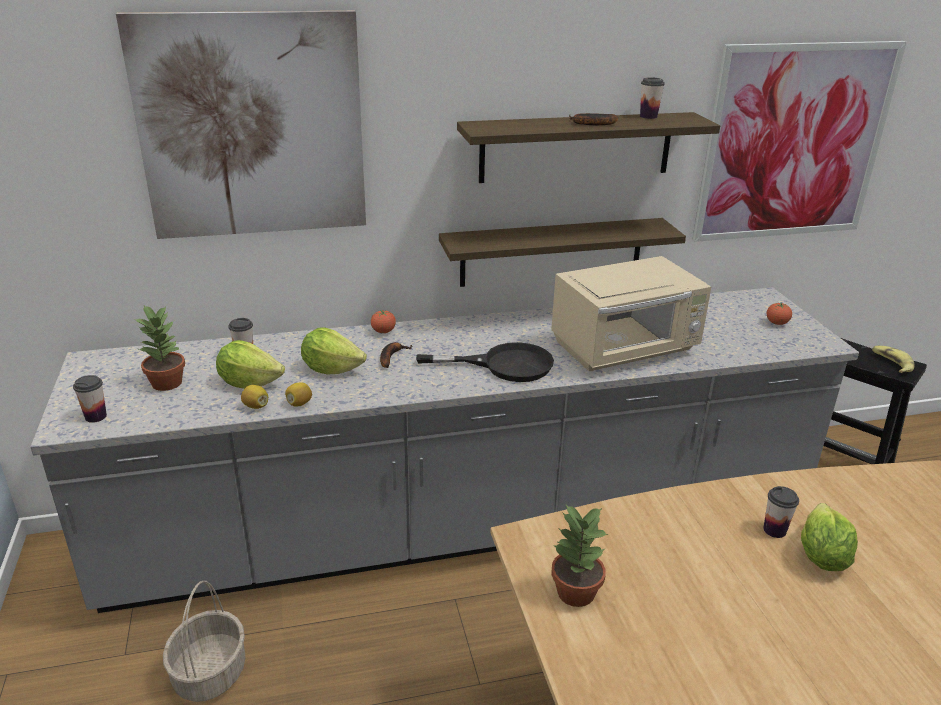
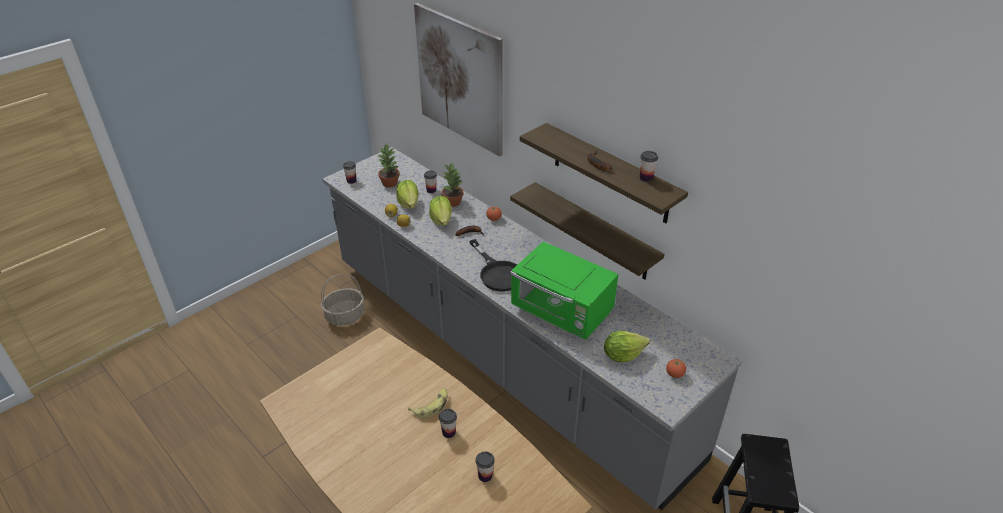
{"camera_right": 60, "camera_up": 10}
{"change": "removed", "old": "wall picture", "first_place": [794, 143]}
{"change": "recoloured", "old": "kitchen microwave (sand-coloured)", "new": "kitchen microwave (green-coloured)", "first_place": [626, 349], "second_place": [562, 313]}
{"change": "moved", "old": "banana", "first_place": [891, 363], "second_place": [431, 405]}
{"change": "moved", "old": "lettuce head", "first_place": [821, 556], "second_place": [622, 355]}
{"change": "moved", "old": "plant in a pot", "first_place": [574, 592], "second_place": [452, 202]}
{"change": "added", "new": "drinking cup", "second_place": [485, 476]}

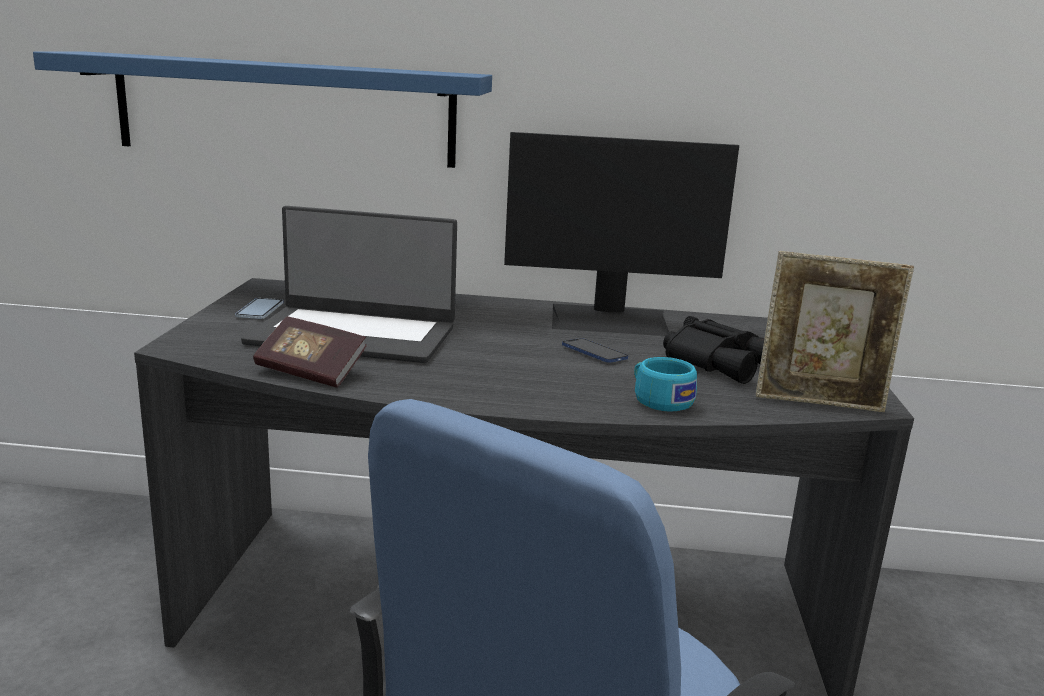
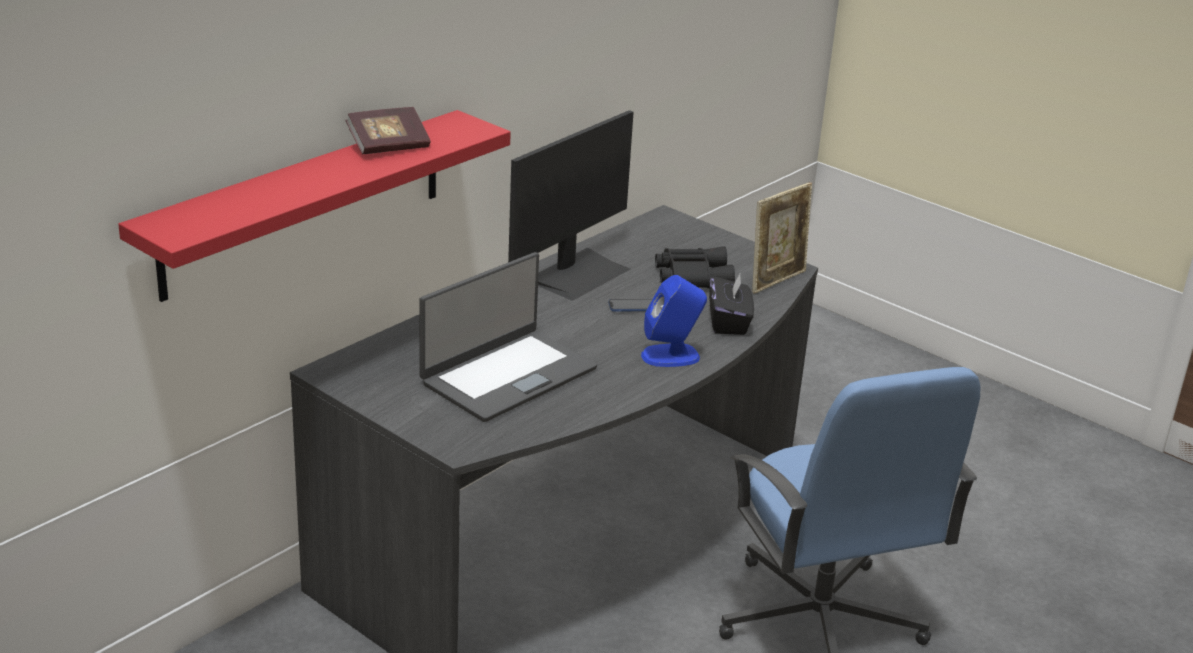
{"camera_right": -55, "camera_up": 10}
{"change": "recoloured", "old": "wall shelf (blue-coloured)", "new": "wall shelf (red-coloured)", "first_place": [285, 110], "second_place": [305, 203]}
{"change": "removed", "old": "phone", "first_place": [260, 310]}
{"change": "moved", "old": "bound book", "first_place": [311, 371], "second_place": [388, 146]}
{"change": "replaced", "old": "drinking cup (turquoise)", "new": "box of tissues (blackish)", "first_place": [658, 400], "second_place": [728, 322]}
{"change": "added", "new": "speaker (blue-coloured)", "second_place": [671, 356]}

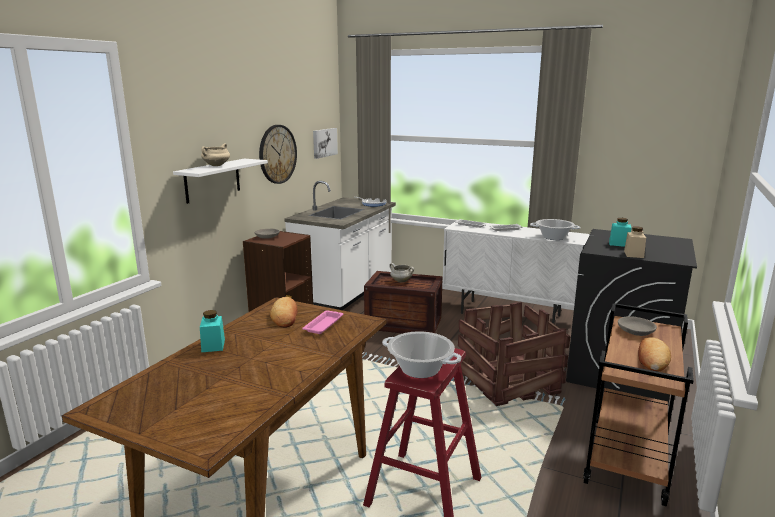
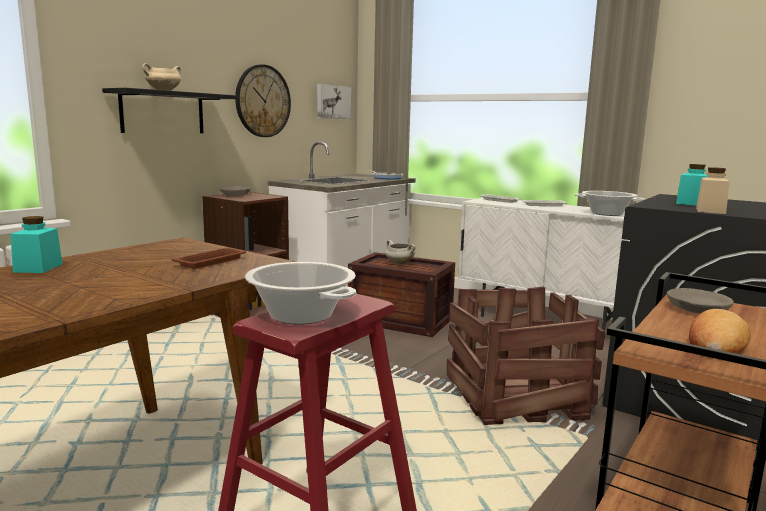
{"camera_right": 10, "camera_up": -5}
{"change": "recoloured", "old": "wall shelf (white-coloured)", "new": "wall shelf (blackish)", "first_place": [212, 180], "second_place": [163, 112]}
{"change": "removed", "old": "baked bread", "first_place": [285, 316]}
{"change": "recoloured", "old": "serving tray (pink)", "new": "serving tray (brownish)", "first_place": [324, 324], "second_place": [211, 261]}

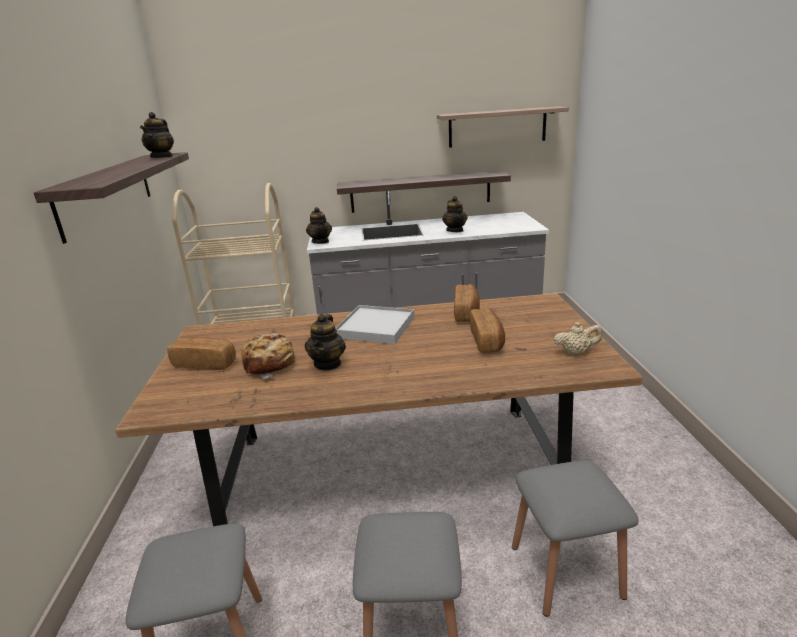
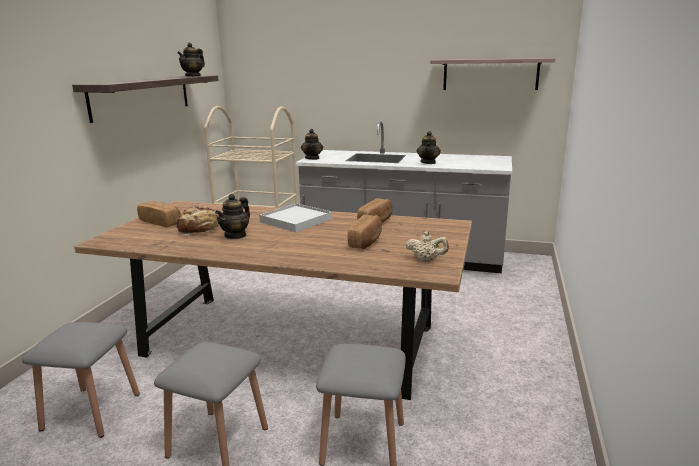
{"camera_right": 20, "camera_up": -5}
{"change": "removed", "old": "wall shelf", "first_place": [420, 191]}

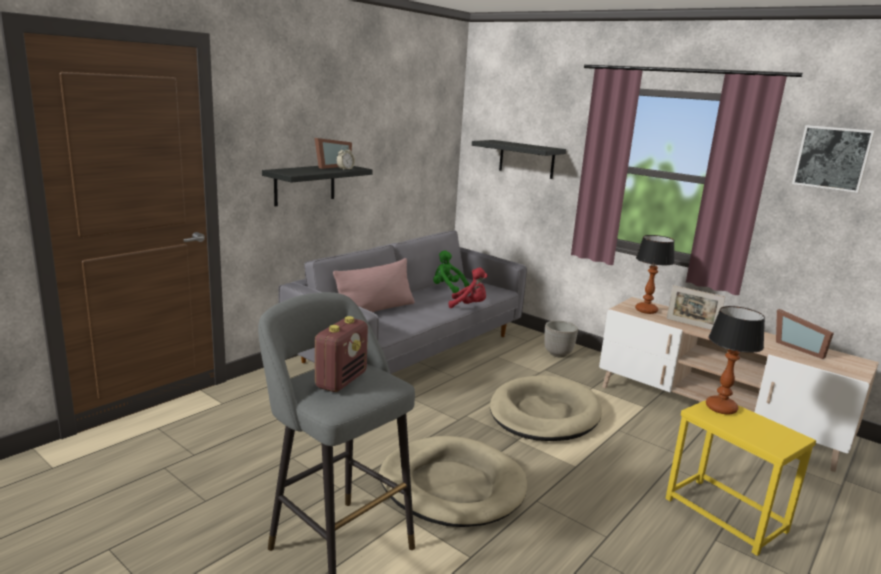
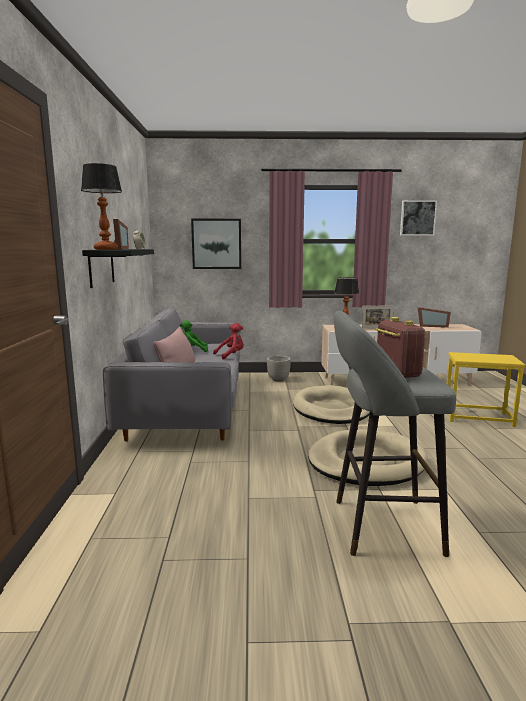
{"camera_right": -40, "camera_up": -5}
{"change": "replaced", "old": "wall shelf (blackish)", "new": "wall picture", "first_place": [526, 159], "second_place": [216, 244]}
{"change": "moved", "old": "tabletop lamp", "first_place": [720, 408], "second_place": [105, 249]}

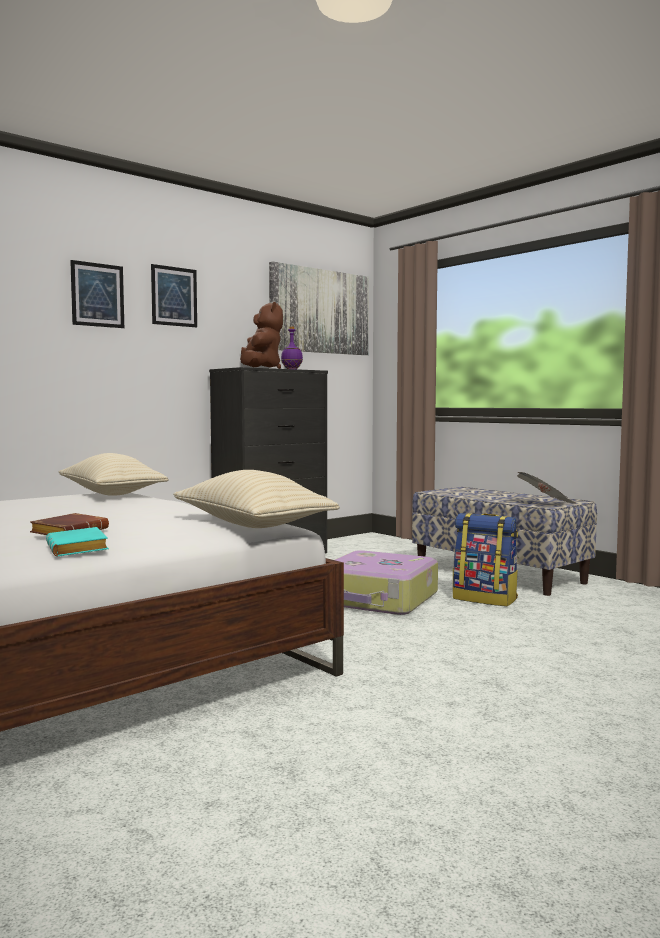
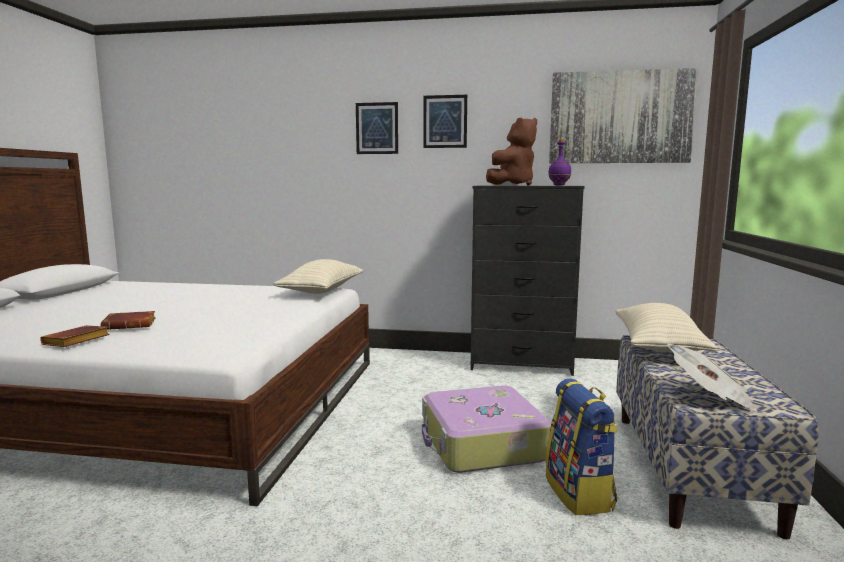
{"camera_right": 50, "camera_up": 5}
{"change": "moved", "old": "throw pillow (sand-coloured)", "first_place": [252, 525], "second_place": [658, 346]}
{"change": "recoloured", "old": "bound book (turquoise)", "new": "bound book (brownish)", "first_place": [79, 549], "second_place": [76, 342]}

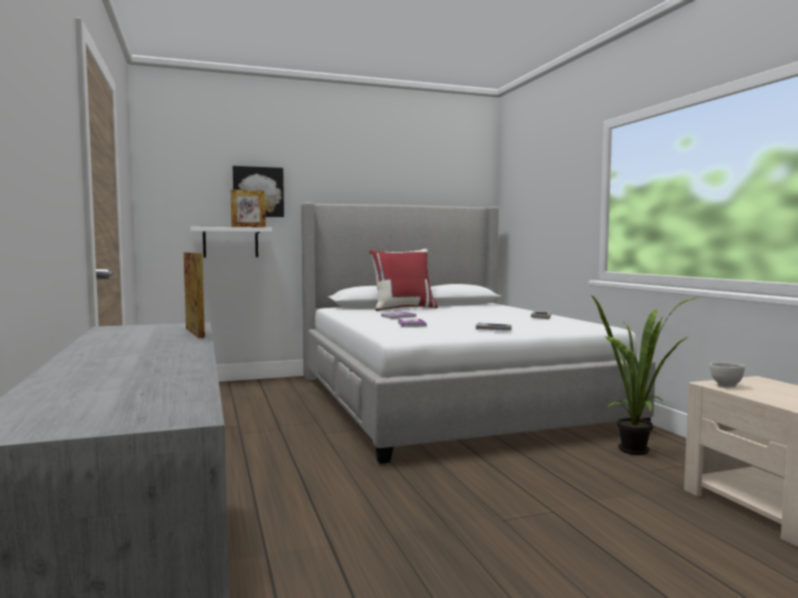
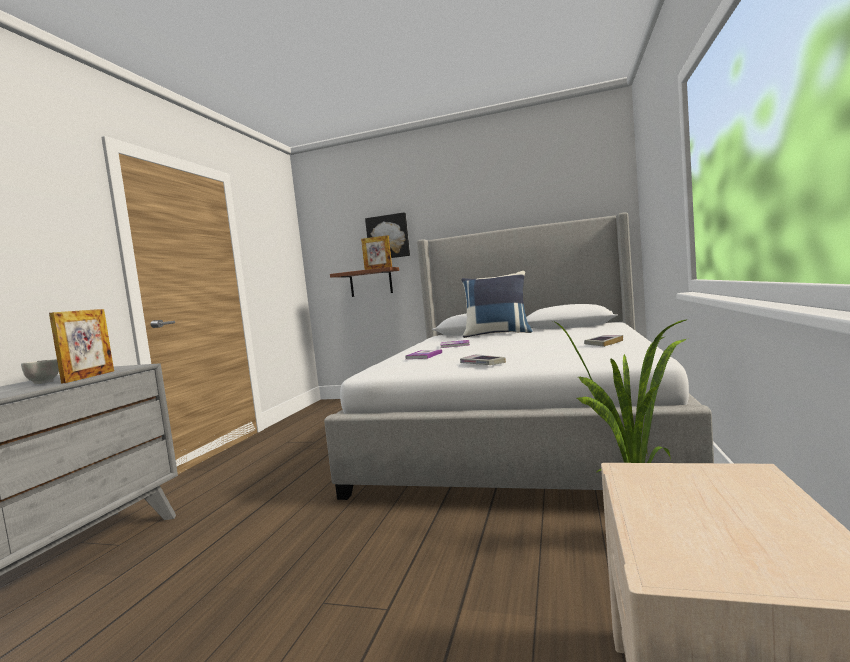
{"camera_right": 35, "camera_up": 0}
{"change": "recoloured", "old": "wall shelf (white-coloured)", "new": "wall shelf (brownish)", "first_place": [230, 242], "second_place": [371, 282]}
{"change": "recoloured", "old": "throw pillow (red-coloured)", "new": "throw pillow (blue-coloured)", "first_place": [403, 308], "second_place": [497, 334]}
{"change": "moved", "old": "bowl (white-coloured)", "first_place": [725, 386], "second_place": [44, 382]}

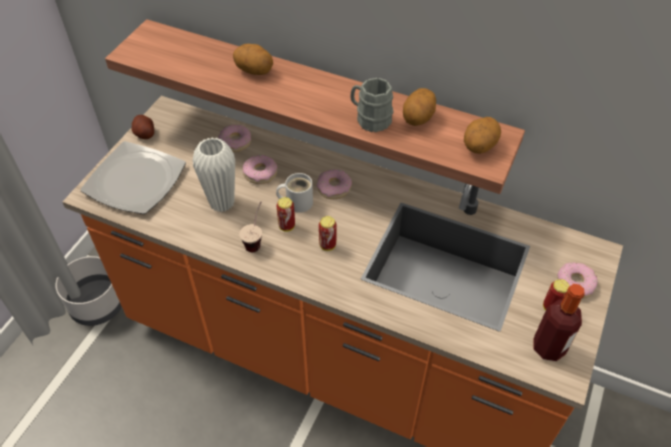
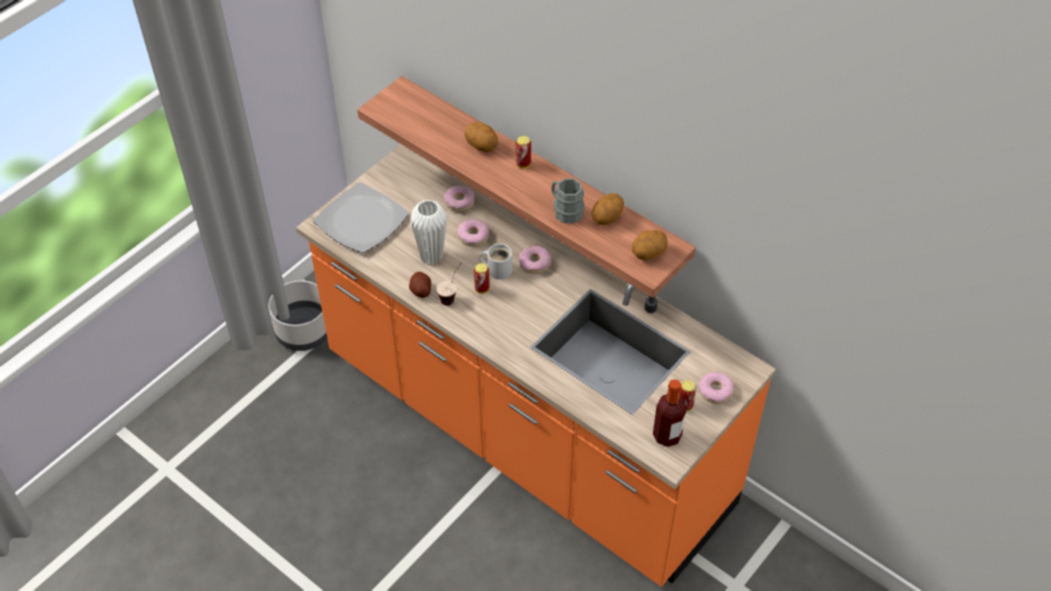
{"camera_right": 15, "camera_up": 0}
{"change": "moved", "old": "spud", "first_place": [145, 134], "second_place": [421, 290]}
{"change": "moved", "old": "metal can", "first_place": [327, 245], "second_place": [523, 164]}

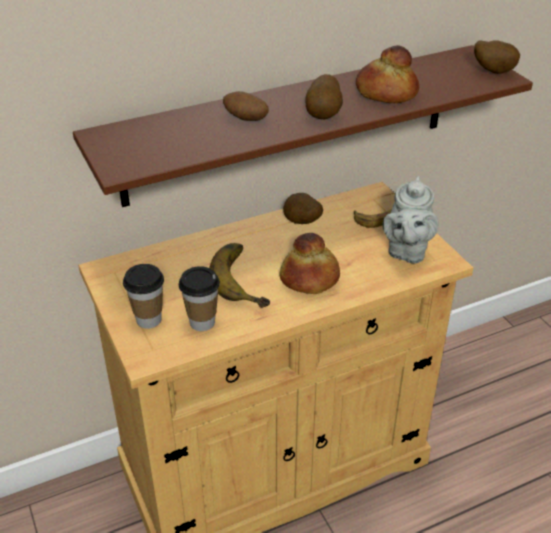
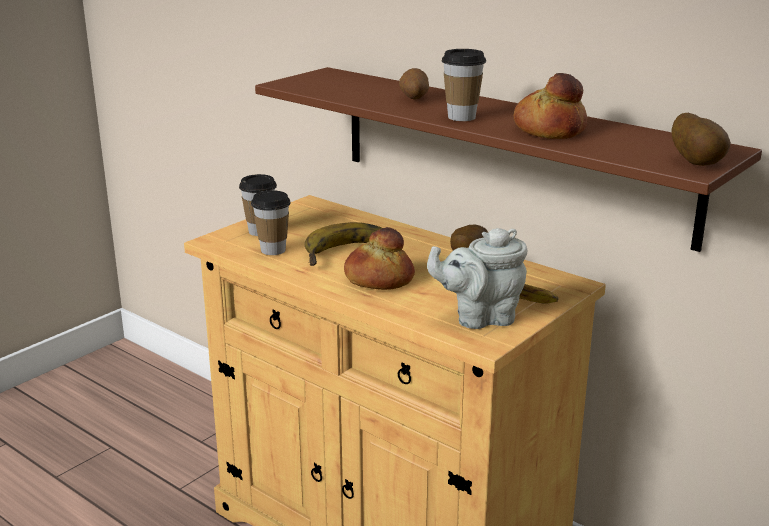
{"camera_right": 65, "camera_up": -15}
{"change": "replaced", "old": "spud", "new": "drinking cup", "first_place": [324, 115], "second_place": [461, 117]}

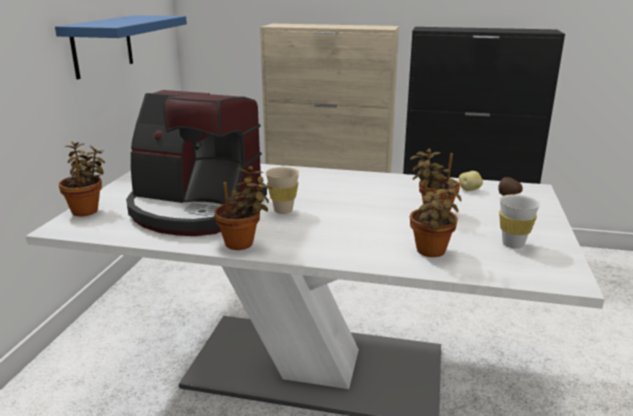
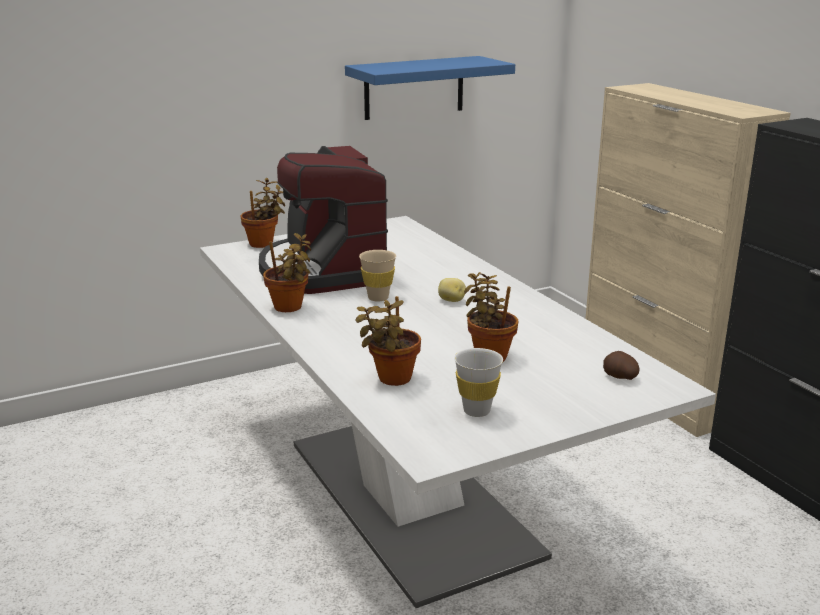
{"camera_right": 50, "camera_up": 0}
{"change": "moved", "old": "spud", "first_place": [469, 190], "second_place": [451, 300]}

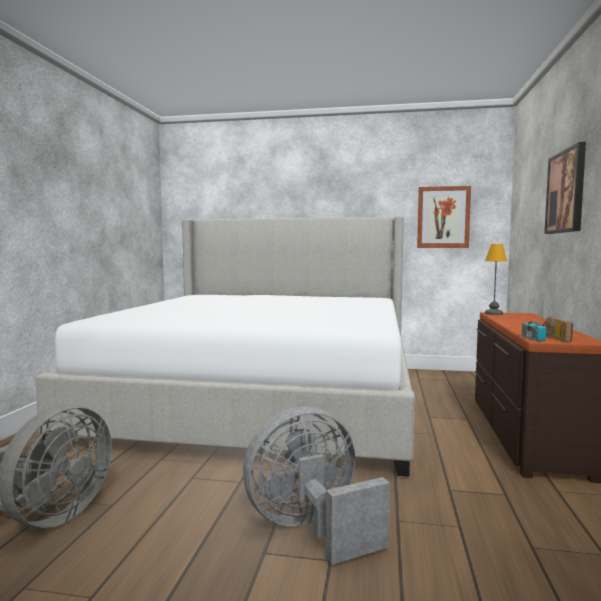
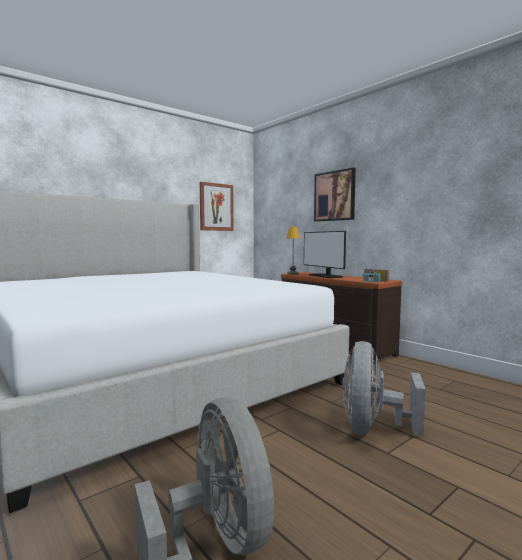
{"camera_right": -50, "camera_up": 0}
{"change": "added", "new": "monitor", "second_place": [325, 276]}

